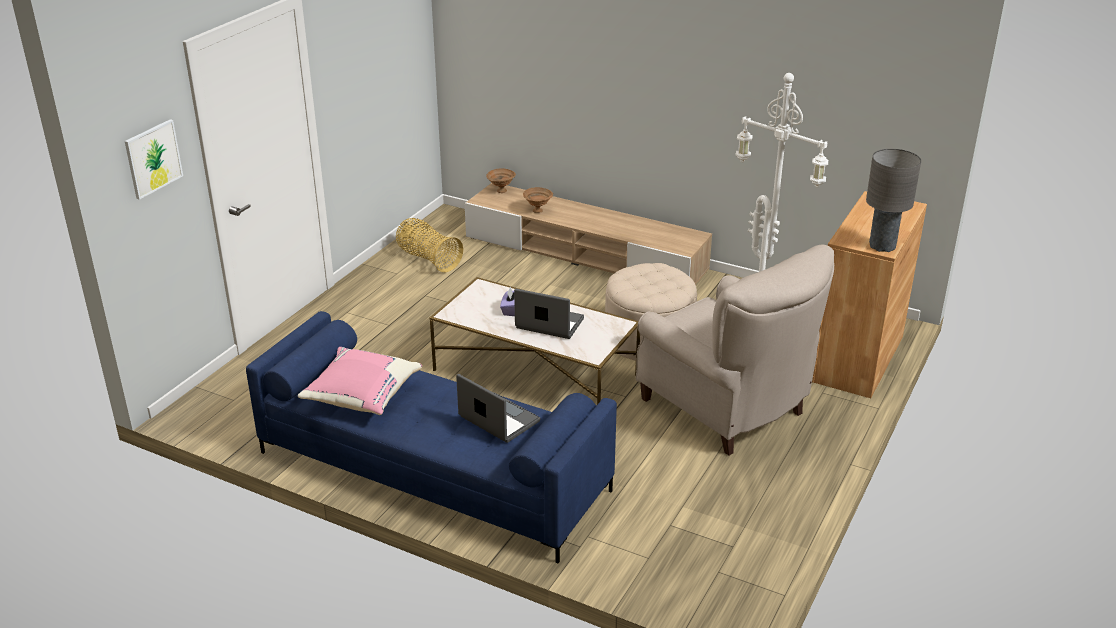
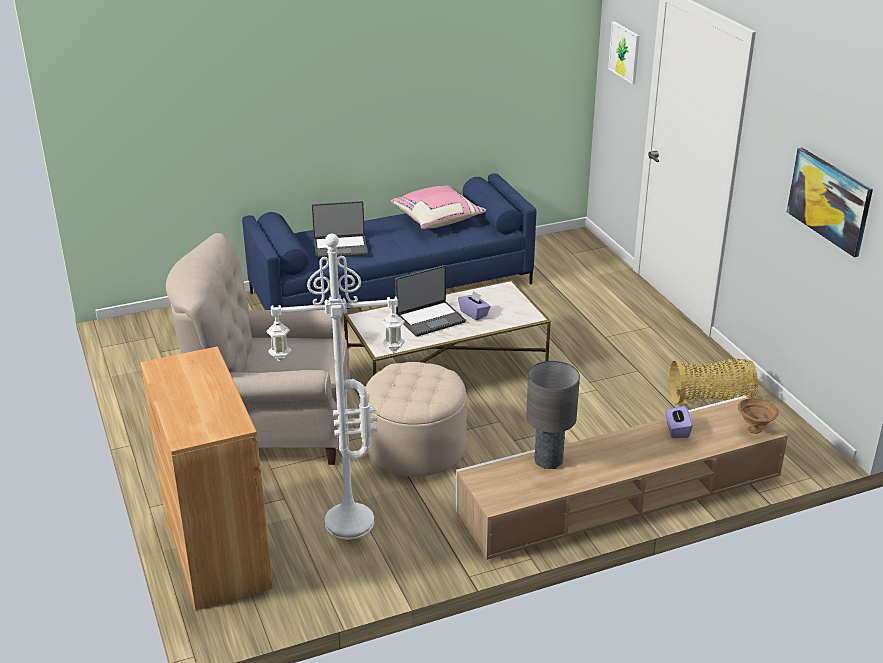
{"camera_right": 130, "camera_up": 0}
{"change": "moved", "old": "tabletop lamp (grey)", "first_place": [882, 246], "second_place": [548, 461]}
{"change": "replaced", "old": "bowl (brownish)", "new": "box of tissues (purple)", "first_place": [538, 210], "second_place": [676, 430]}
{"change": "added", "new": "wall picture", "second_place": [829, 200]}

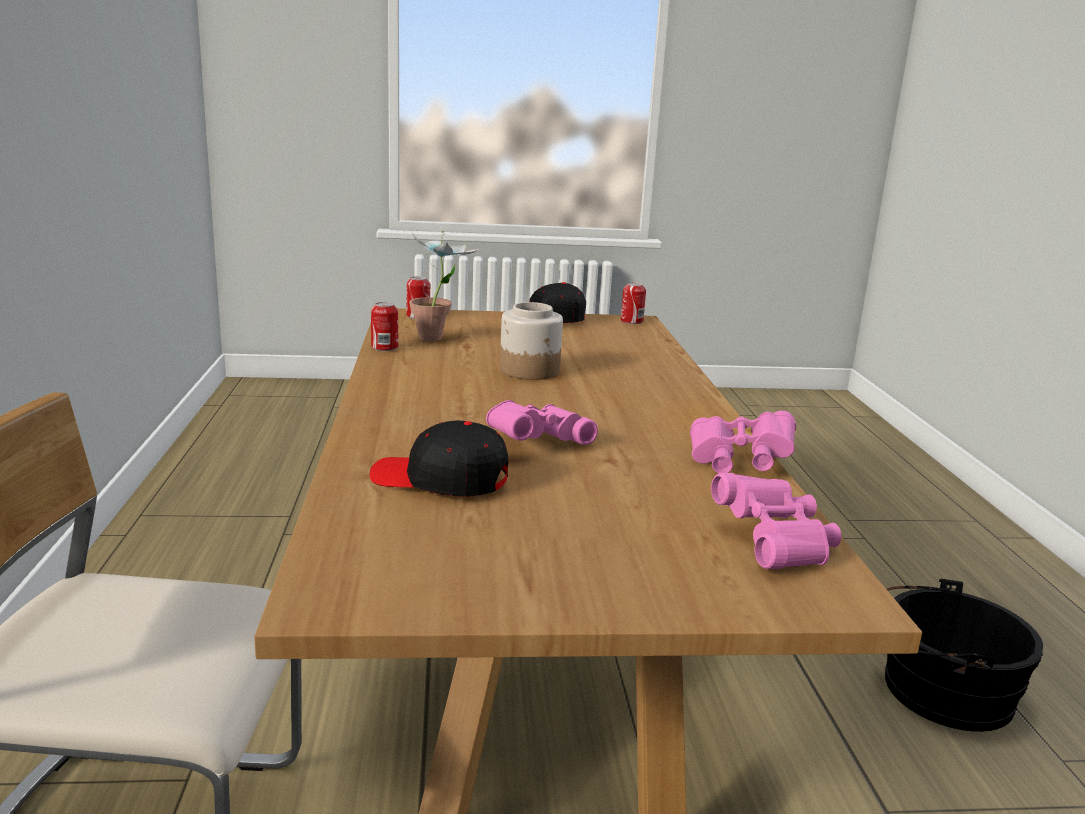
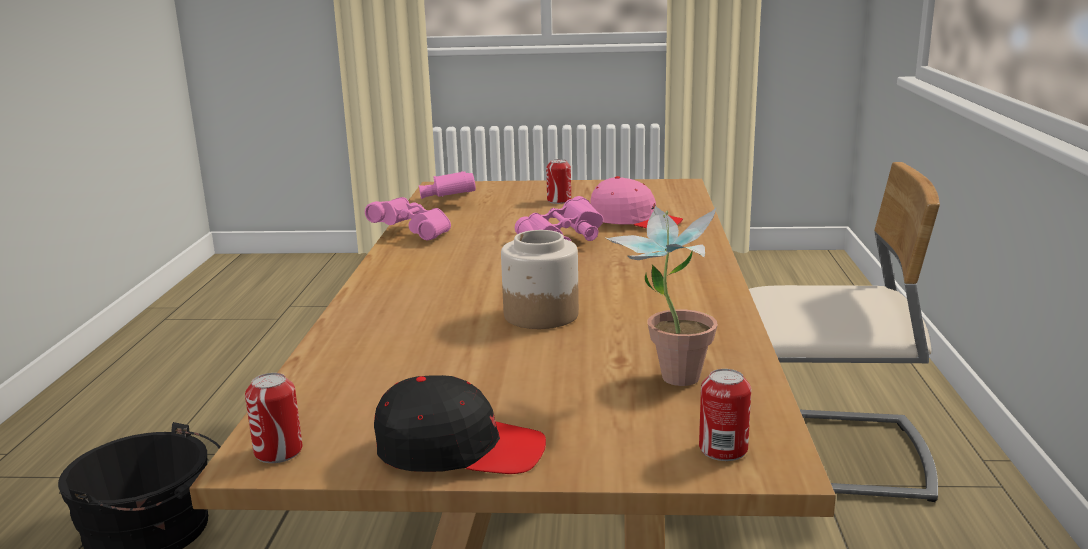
{"camera_right": -170, "camera_up": 0}
{"change": "moved", "old": "metal can", "first_place": [384, 347], "second_place": [559, 200]}
{"change": "recoloured", "old": "peaked cap (blackish)", "new": "peaked cap (pink)", "first_place": [440, 480], "second_place": [634, 221]}

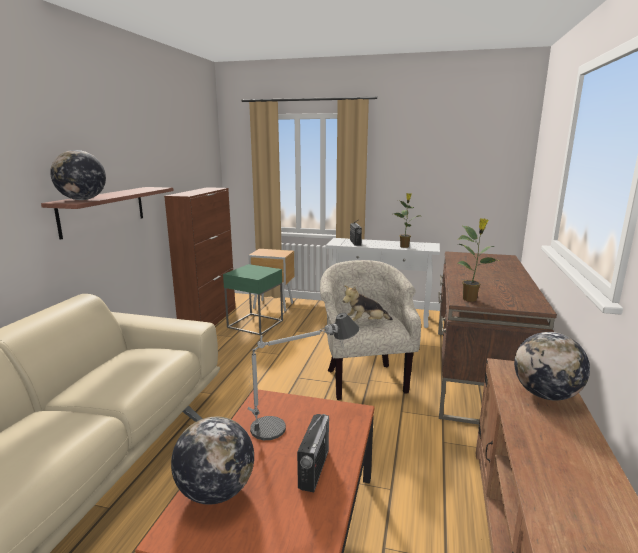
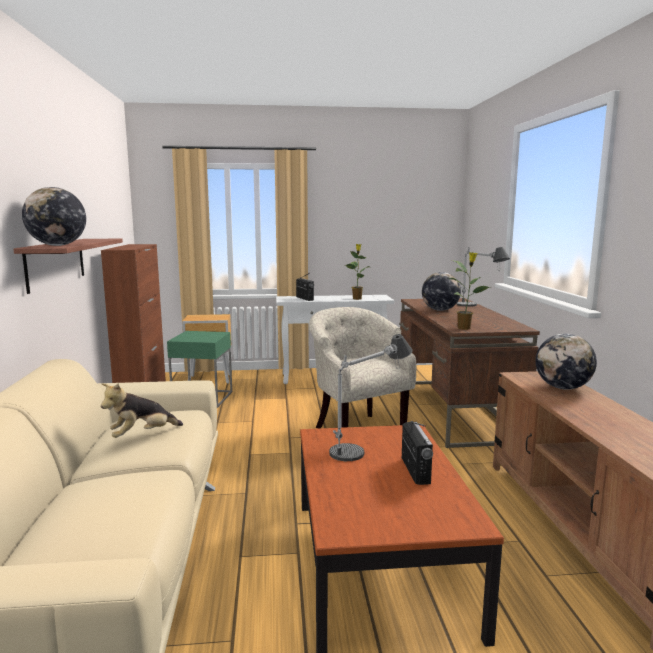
{"camera_right": -20, "camera_up": -5}
{"change": "moved", "old": "plush toy", "first_place": [365, 323], "second_place": [142, 435]}
{"change": "moved", "old": "desk globe", "first_place": [216, 491], "second_place": [440, 310]}
{"change": "added", "new": "tabletop lamp", "second_place": [478, 308]}

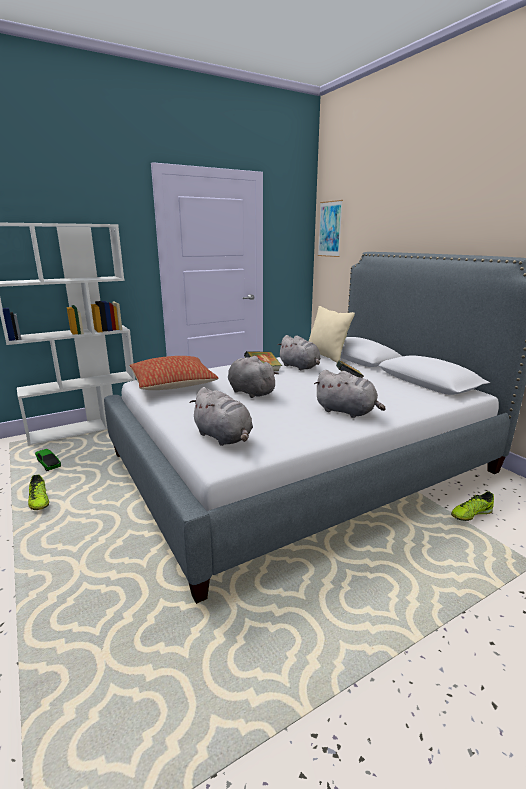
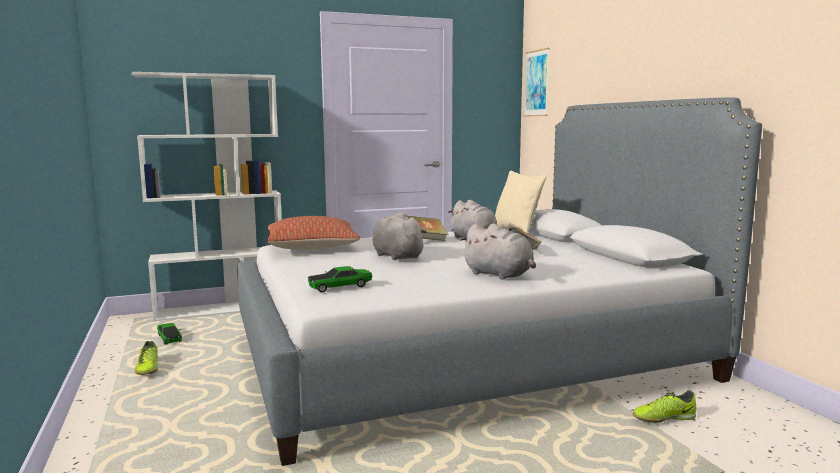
{"camera_right": 10, "camera_up": -10}
{"change": "replaced", "old": "plush toy (grey)", "new": "miniature car", "first_place": [224, 437], "second_place": [340, 287]}

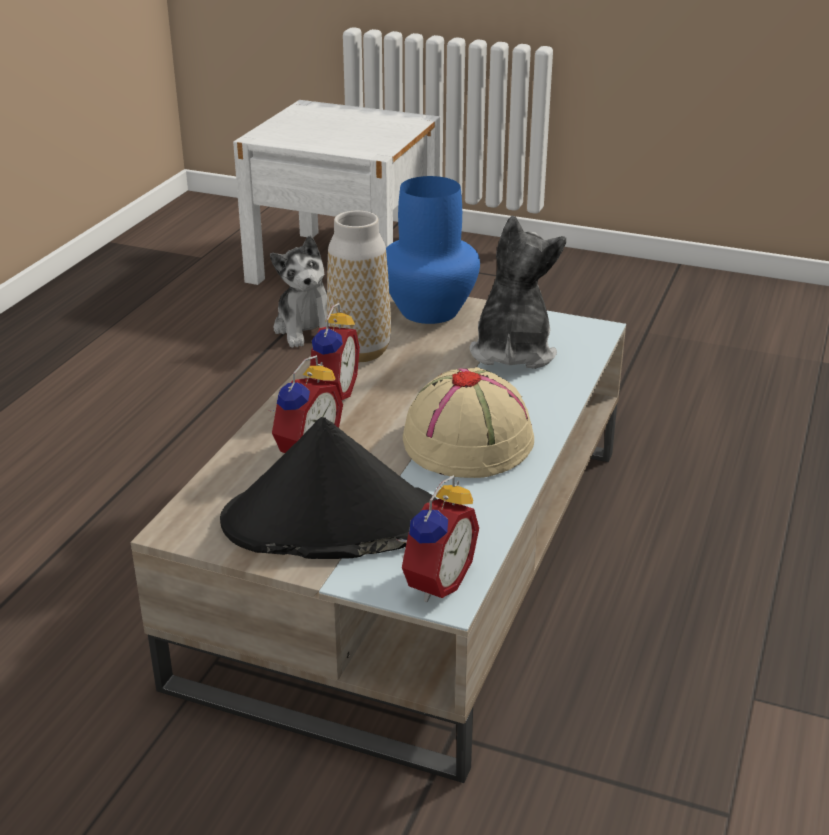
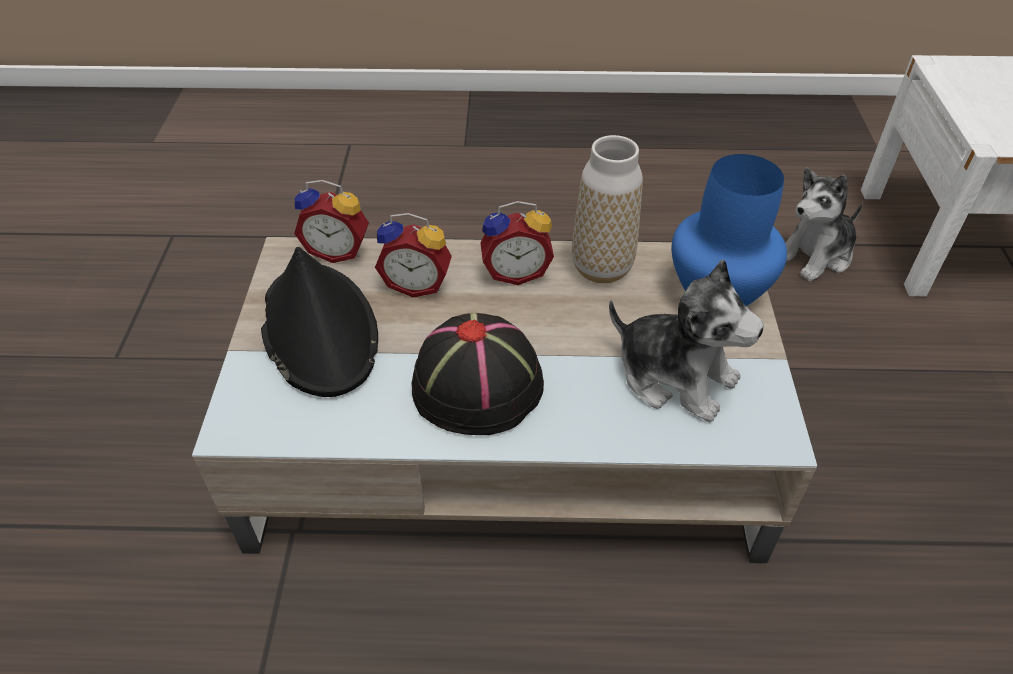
{"camera_right": 70, "camera_up": 15}
{"change": "turned", "old": "plush toy", "first_place": [512, 351], "second_place": [675, 376], "degrees": 45}
{"change": "recoloured", "old": "clothing hat (sand-coloured)", "new": "clothing hat (blackish)", "first_place": [469, 441], "second_place": [478, 385]}
{"change": "moved", "old": "table clock", "first_place": [434, 582], "second_place": [338, 251]}

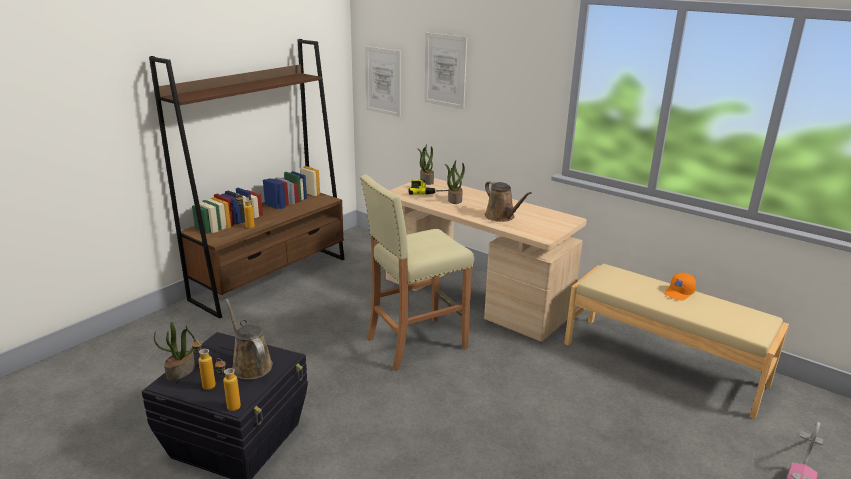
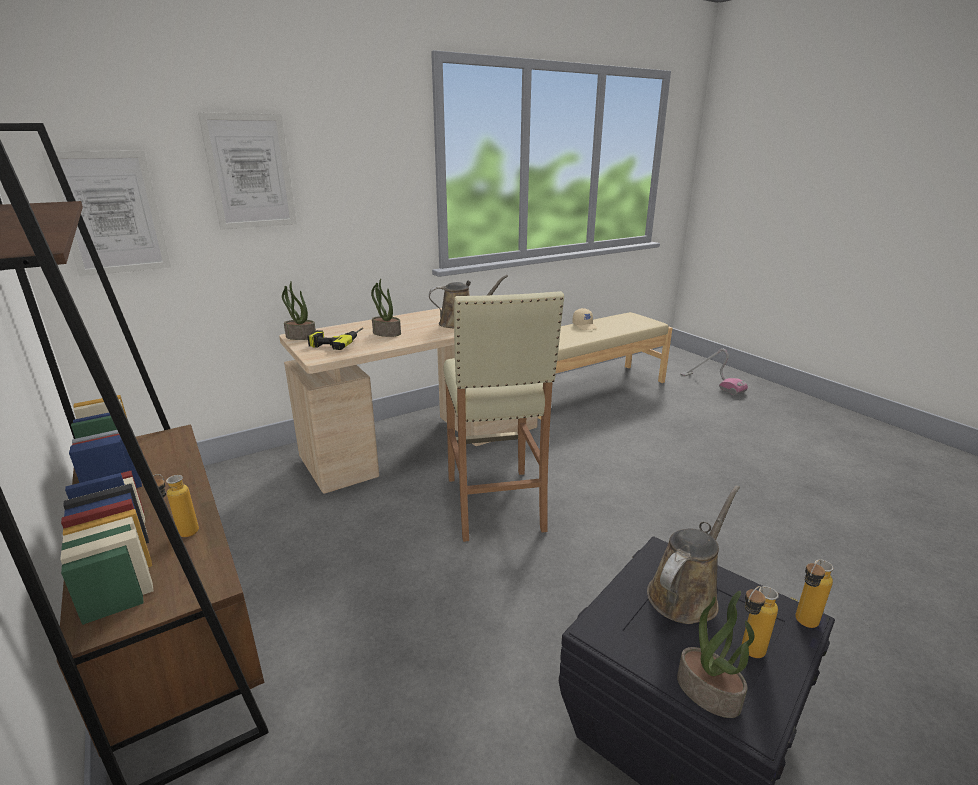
{"camera_right": -70, "camera_up": 0}
{"change": "recoloured", "old": "peaked cap (orangey)", "new": "peaked cap (sand-coloured)", "first_place": [679, 293], "second_place": [585, 326]}
{"change": "turned", "old": "sprinkling can (brownish)", "first_place": [250, 365], "second_place": [685, 593], "degrees": 150}

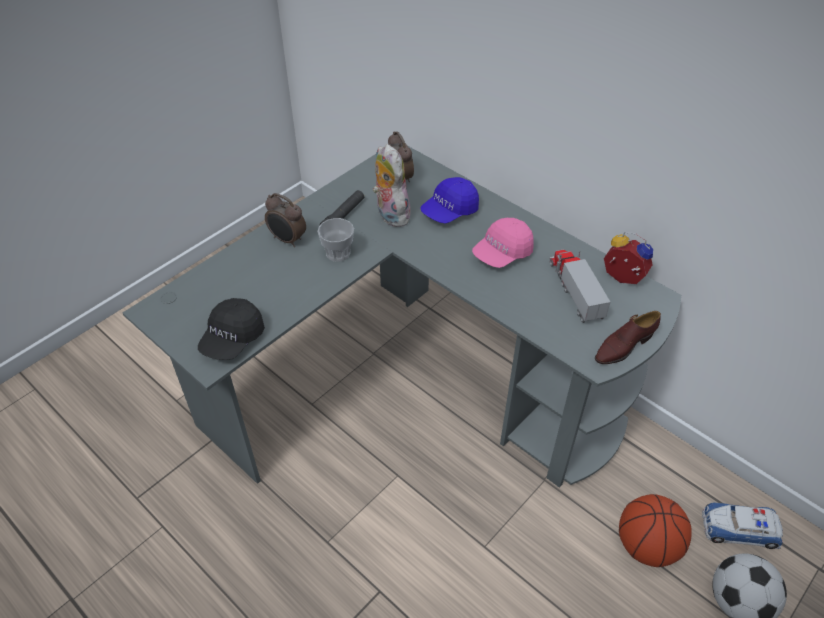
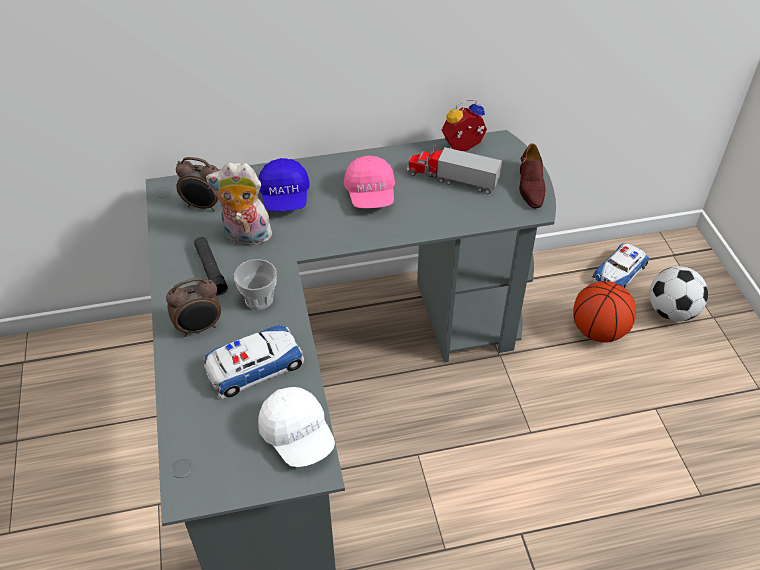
{"camera_right": -55, "camera_up": 0}
{"change": "recoloured", "old": "peaked cap (blackish)", "new": "peaked cap (white-coloured)", "first_place": [232, 339], "second_place": [298, 436]}
{"change": "added", "new": "miniature car", "second_place": [254, 366]}

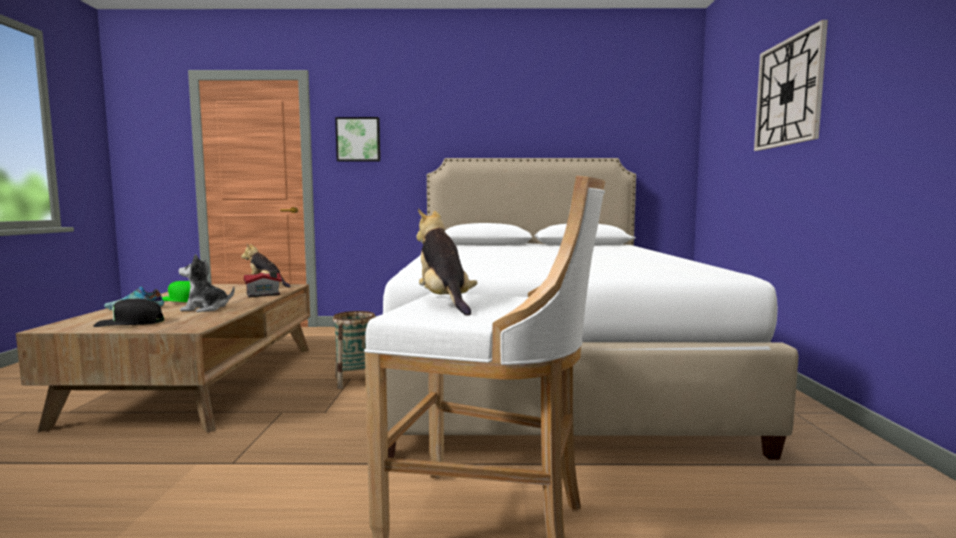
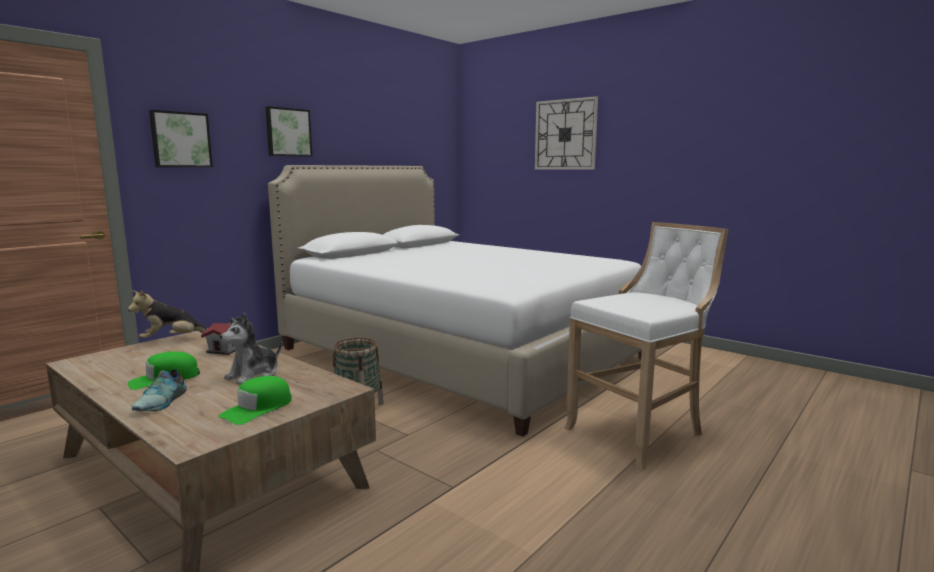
{"camera_right": -50, "camera_up": 5}
{"change": "removed", "old": "plush toy", "first_place": [444, 303]}
{"change": "recoloured", "old": "peaked cap (blackish)", "new": "peaked cap (green-coloured)", "first_place": [130, 323], "second_place": [257, 409]}
{"change": "added", "new": "wall picture", "second_place": [288, 132]}

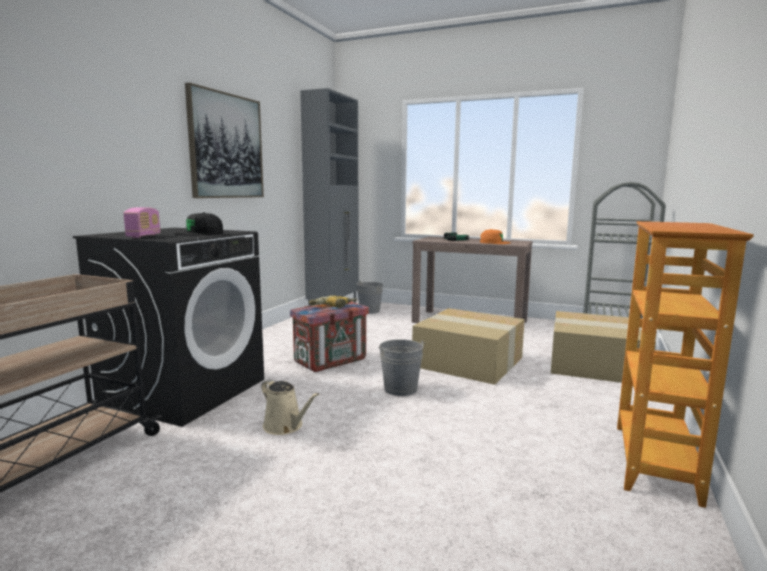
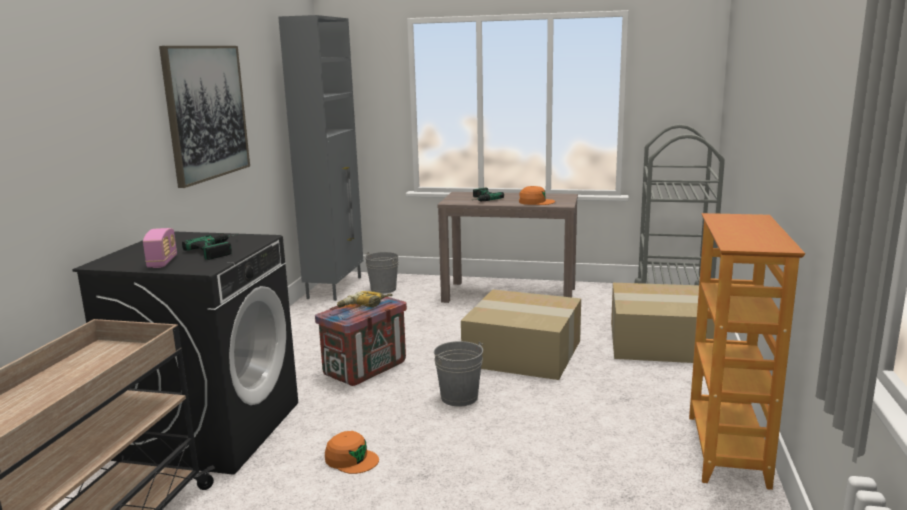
{"camera_right": -10, "camera_up": 5}
{"change": "replaced", "old": "peaked cap (blackish)", "new": "electric drill", "first_place": [200, 233], "second_place": [221, 249]}
{"change": "replaced", "old": "sprinkling can (sand-coloured)", "new": "peaked cap (orangey)", "first_place": [285, 426], "second_place": [351, 459]}

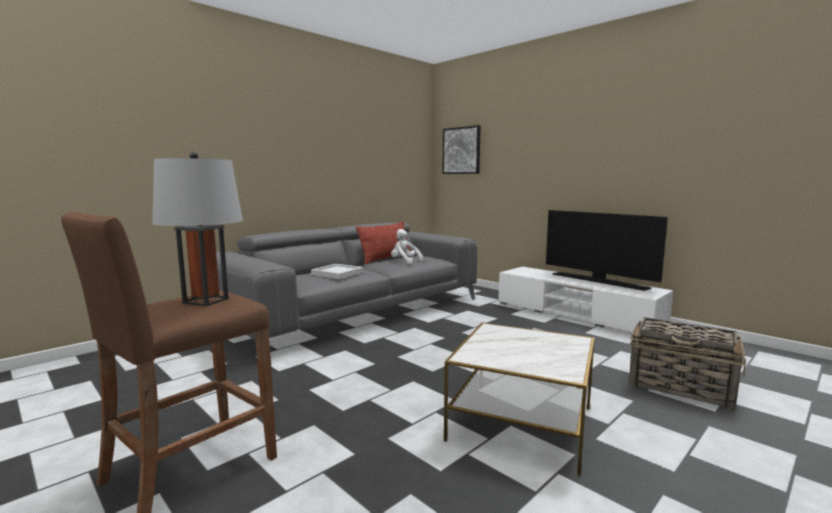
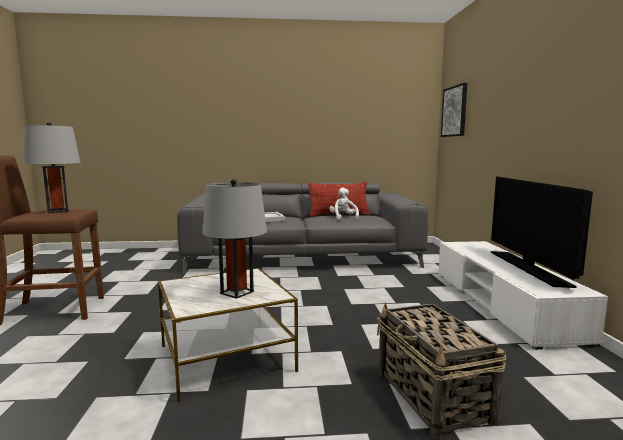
{"camera_right": 40, "camera_up": 0}
{"change": "added", "new": "tabletop lamp (grey)", "second_place": [237, 292]}

